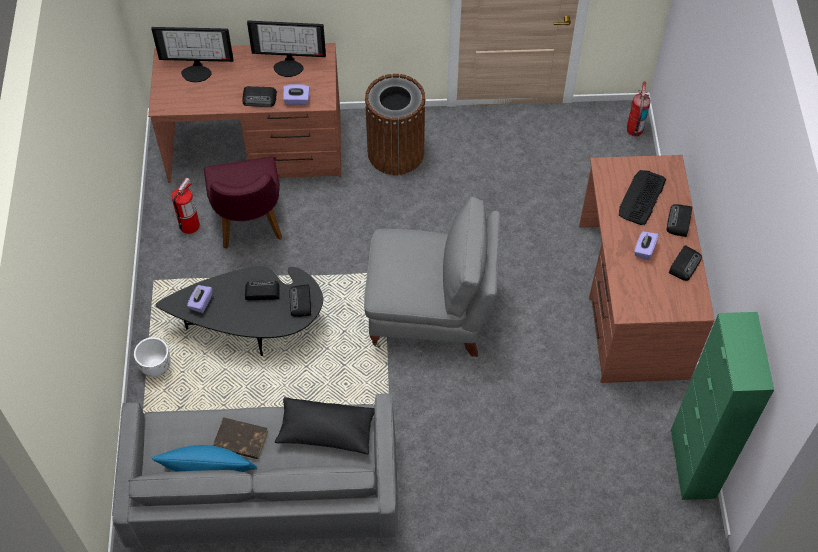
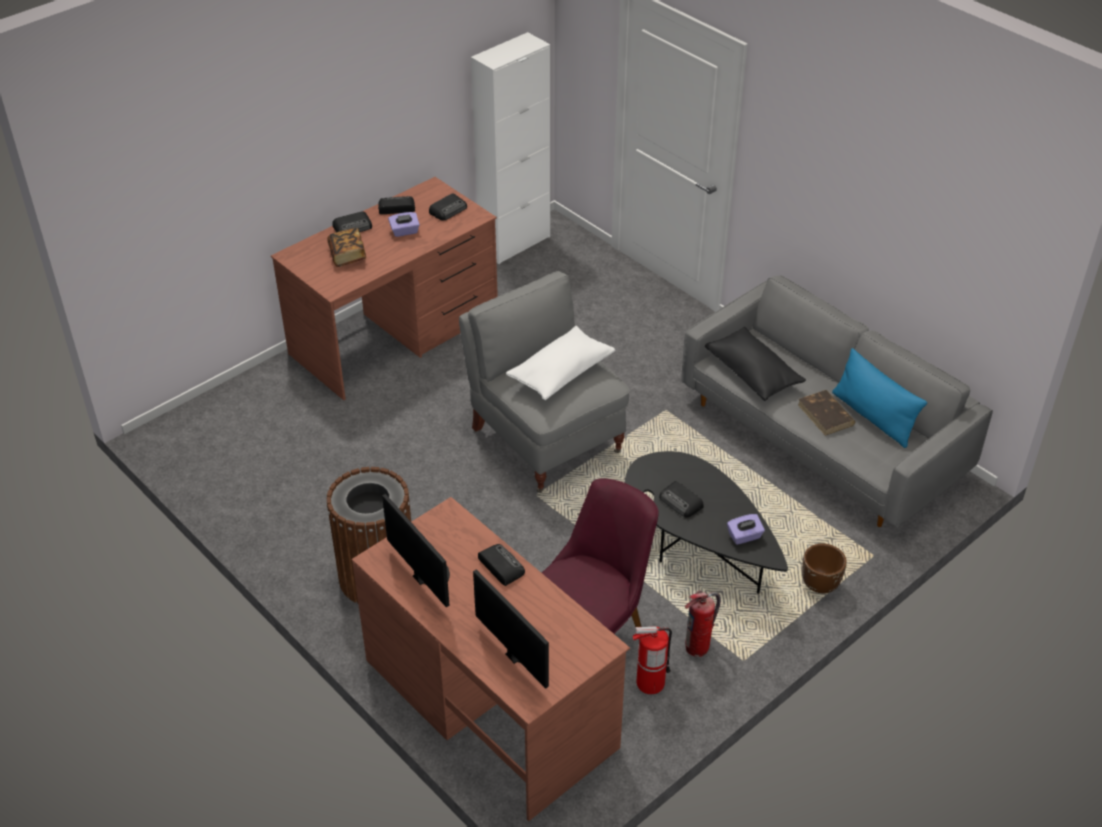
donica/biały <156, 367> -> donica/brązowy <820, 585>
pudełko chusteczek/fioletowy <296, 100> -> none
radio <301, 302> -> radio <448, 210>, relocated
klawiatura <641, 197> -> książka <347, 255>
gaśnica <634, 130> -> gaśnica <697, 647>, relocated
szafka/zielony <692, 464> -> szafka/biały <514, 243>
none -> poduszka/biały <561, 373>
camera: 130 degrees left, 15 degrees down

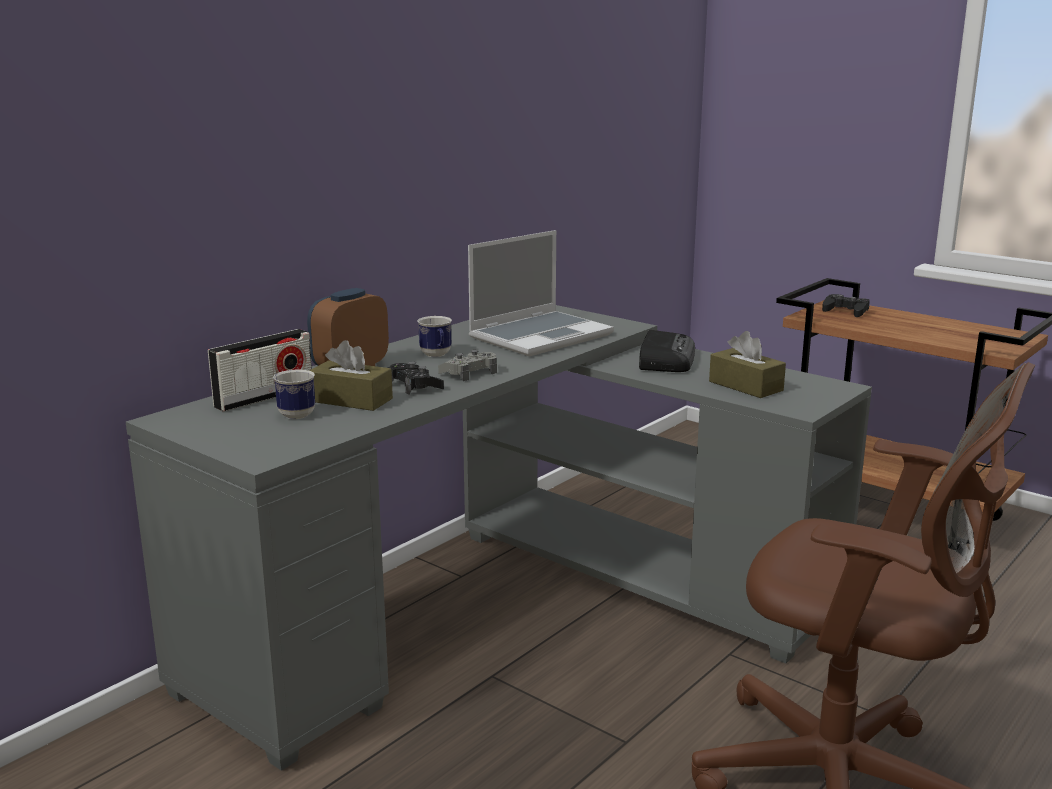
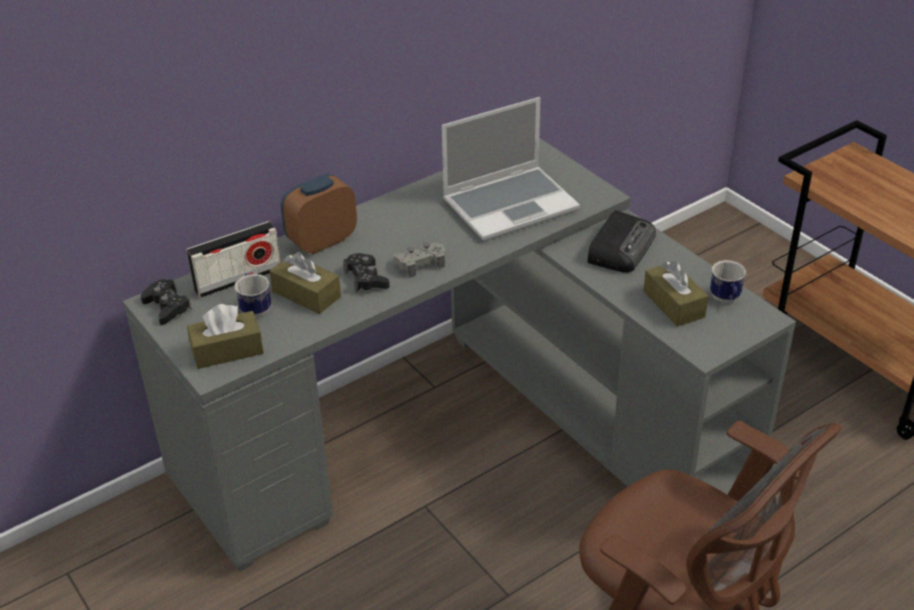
kubek <437, 355> -> kubek <726, 300>, relocated
pad do gier/czarny <846, 311> -> pad do gier/czarny <167, 307>, relocated
none -> pudełko chusteczek/brązowy <227, 350>
camera: 15 degrees right, 20 degrees up

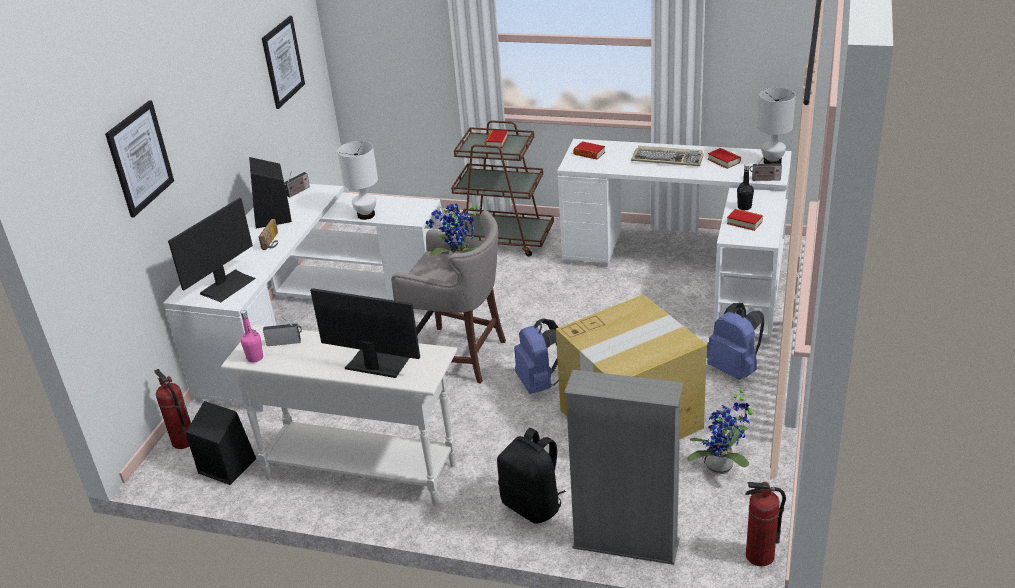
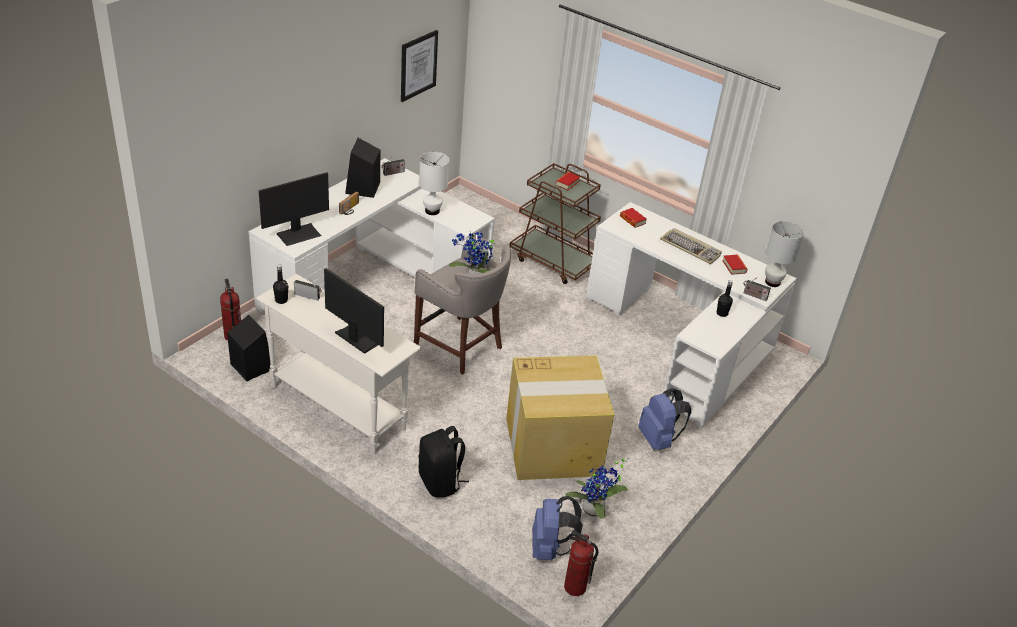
obraz <139, 158> -> none
butelka/różowy <255, 358> -> butelka/czarny <281, 300>
plecak/niebieski <540, 383> -> plecak/niebieski <550, 548>, relocated
regał/szary <625, 544> -> none
książka <744, 222> -> none
camera: 15 degrees right, 5 degrees up

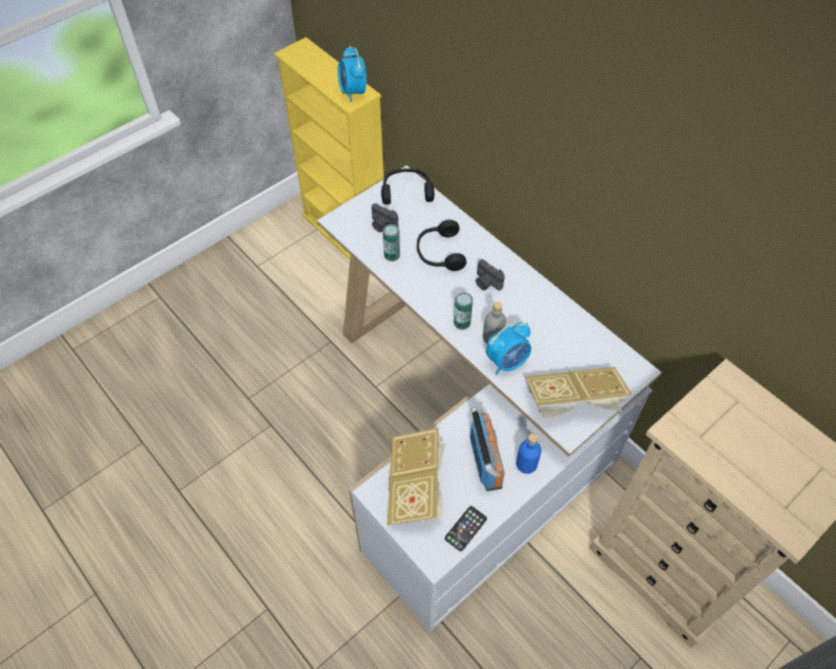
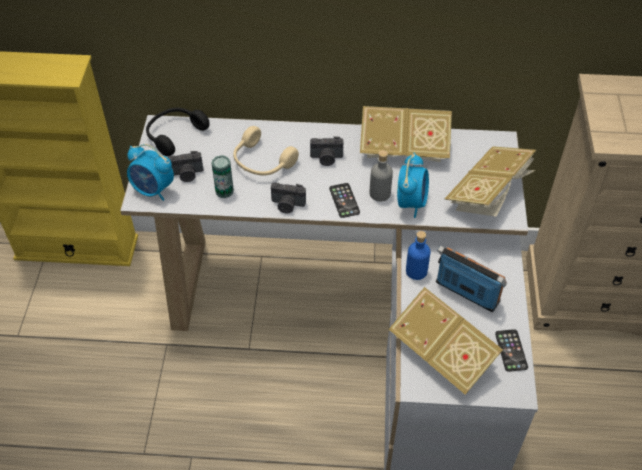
budzik <353, 92> -> budzik <153, 190>, relocated
słuchawki/czarny <439, 253> -> słuchawki/beżowy <261, 162>
puszka <462, 323> -> telefon <344, 200>
butelka/niebieski <526, 464> -> butelka/niebieski <416, 271>, relocated
none -> aparat fotograficzny <287, 205>
none -> książka <403, 149>
camera: 45 degrees left, 5 degrees down

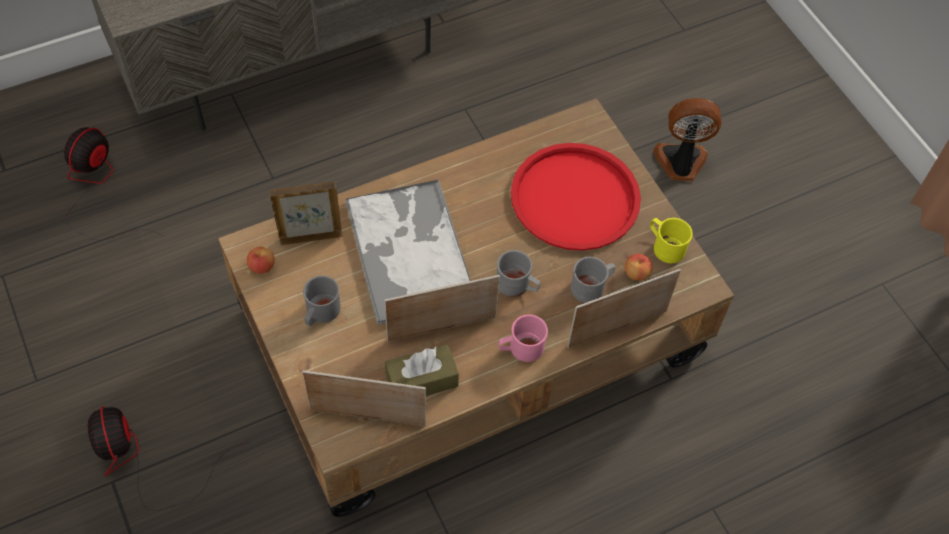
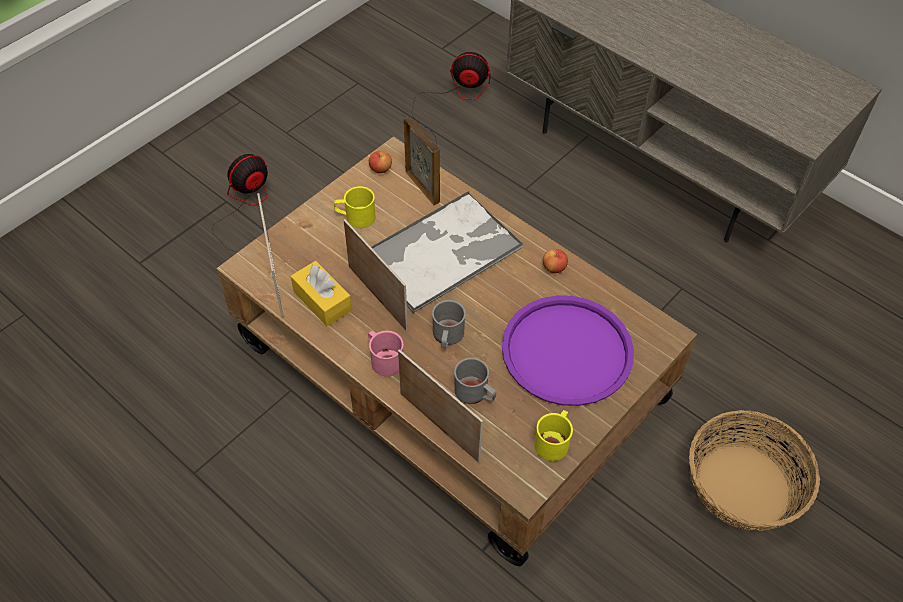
kubek/szary <320, 313> -> kubek/żółty <355, 217>
pudełko chusteczek/brązowy <421, 380> -> pudełko chusteczek/żółty <322, 301>
taca/czerwony <575, 198> -> taca/fioletowy <567, 351>
jabłko <636, 273> -> jabłko <554, 268>, relocated
wentylator <680, 163> -> koszyk <741, 486>
camera: 70 degrees right, 5 degrees down

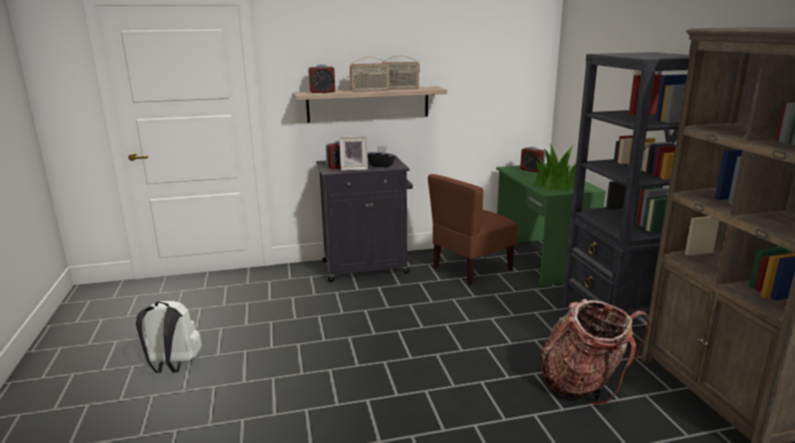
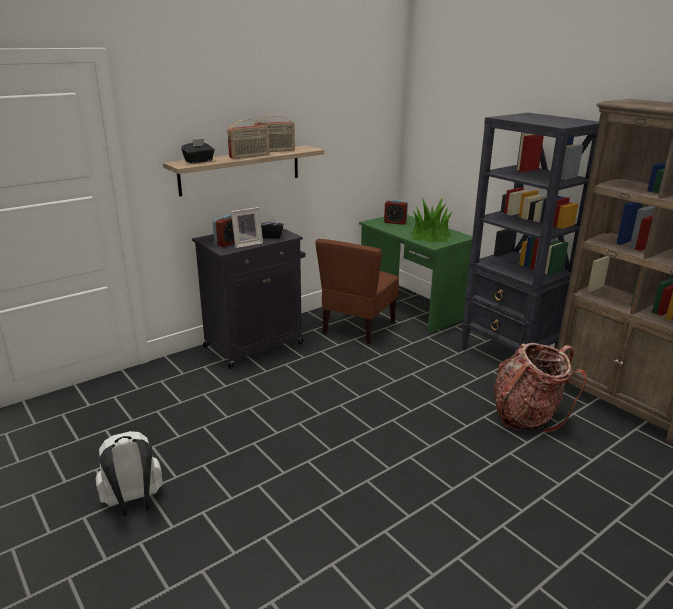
budzik <322, 92> -> pudełko chusteczek/czarny <199, 161>
camera: 25 degrees left, 5 degrees up

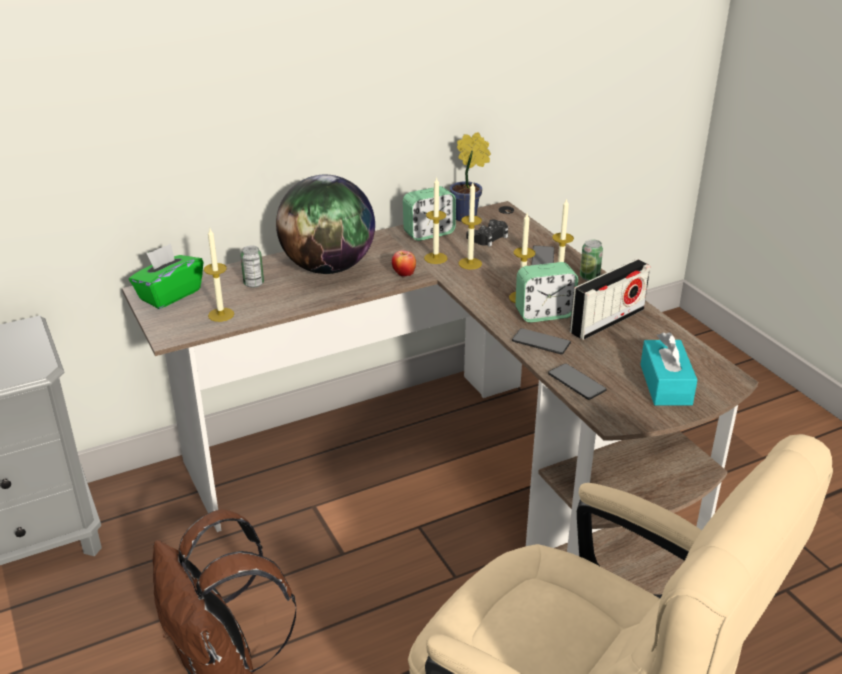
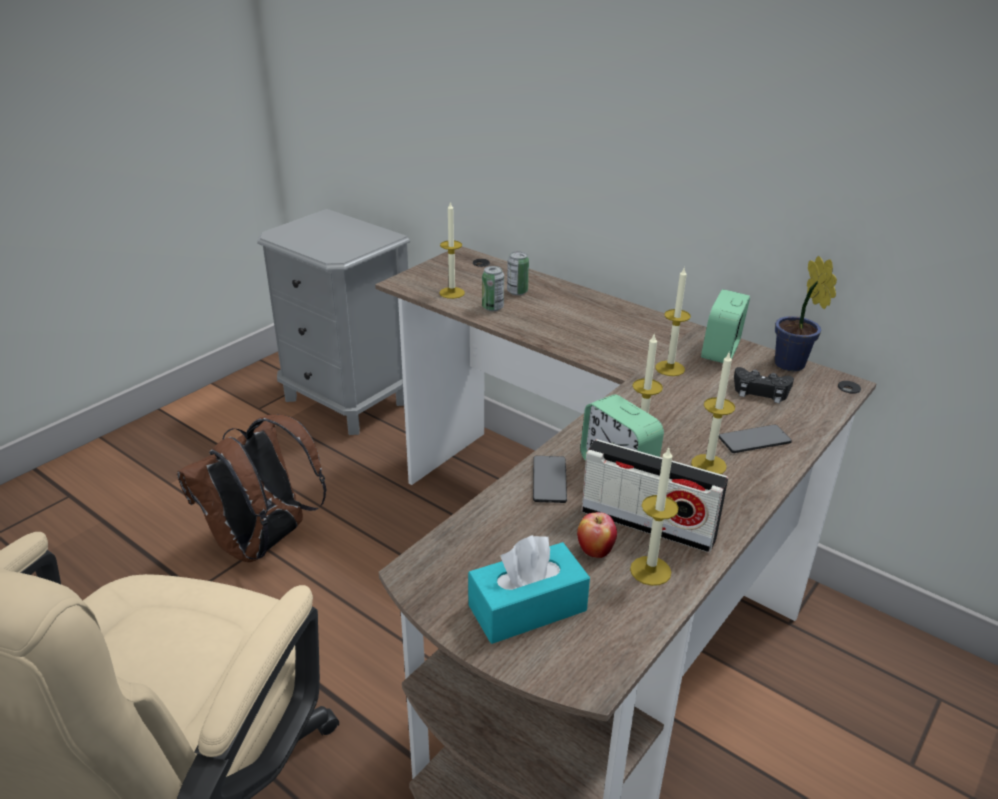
pudełko chusteczek/zielony <169, 294> -> none
globus <328, 267> -> none
jabłko <403, 275> -> jabłko <595, 550>, relocated
budzik <429, 233> -> budzik <721, 351>, 75 degrees clockwise
świeca <470, 263> -> świeca <650, 570>, relocated
telefon <576, 382> -> none
puszka <589, 277> -> puszka <492, 307>, relocated
camera: 65 degrees right, 0 degrees up

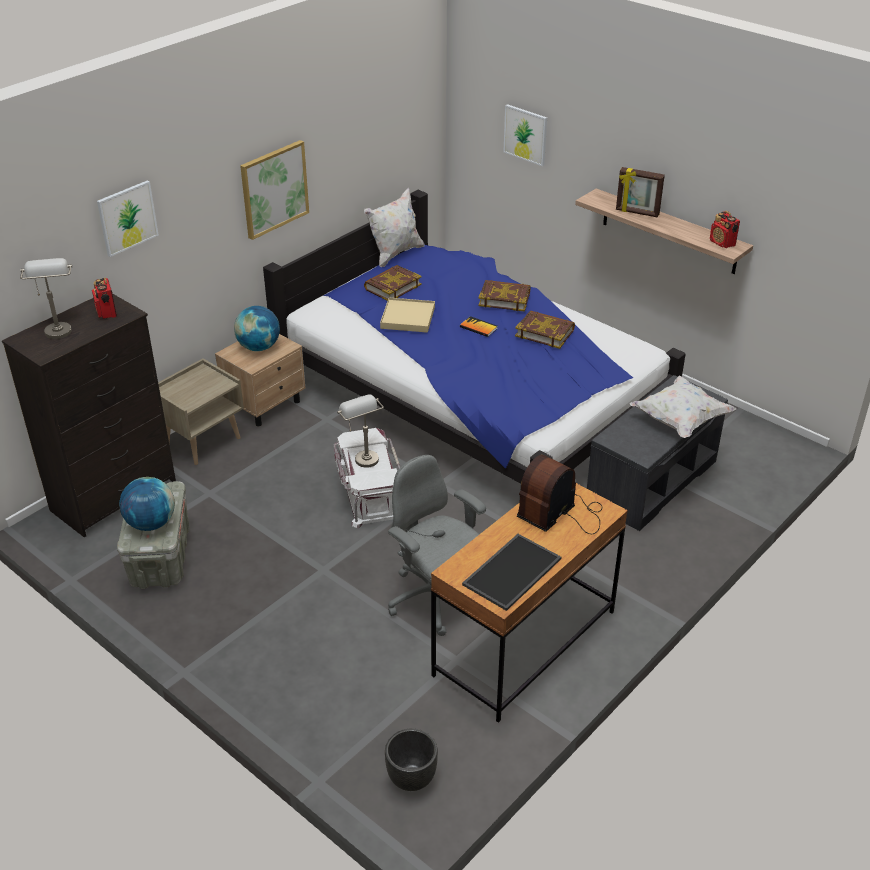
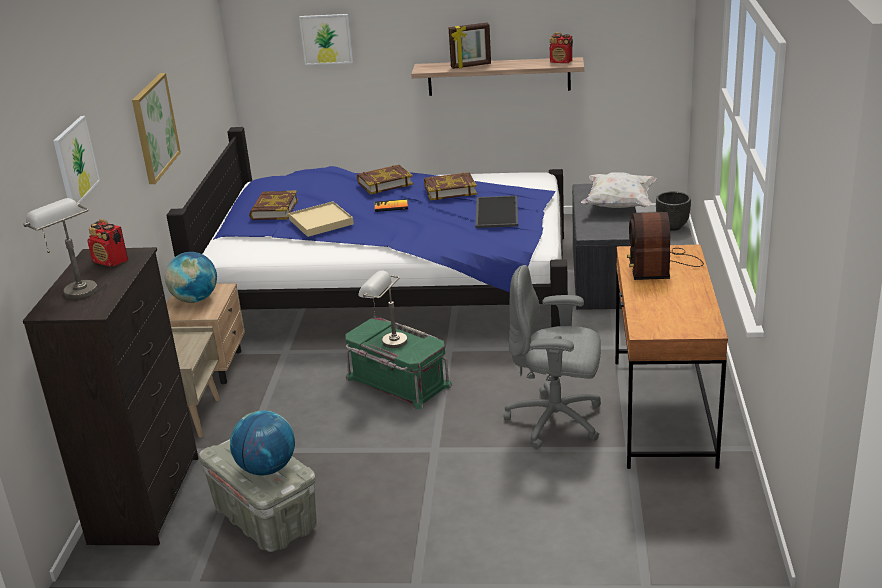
pojemnik do przechowywania/biały <368, 493> -> pojemnik do przechowywania/zielony <397, 382>
poduszka/biały <395, 254> -> none
donica/czarny <412, 779> -> donica/czarny <672, 226>, relocated
taca <511, 570> -> taca <495, 212>, relocated
camera: 35 degrees left, 10 degrees down

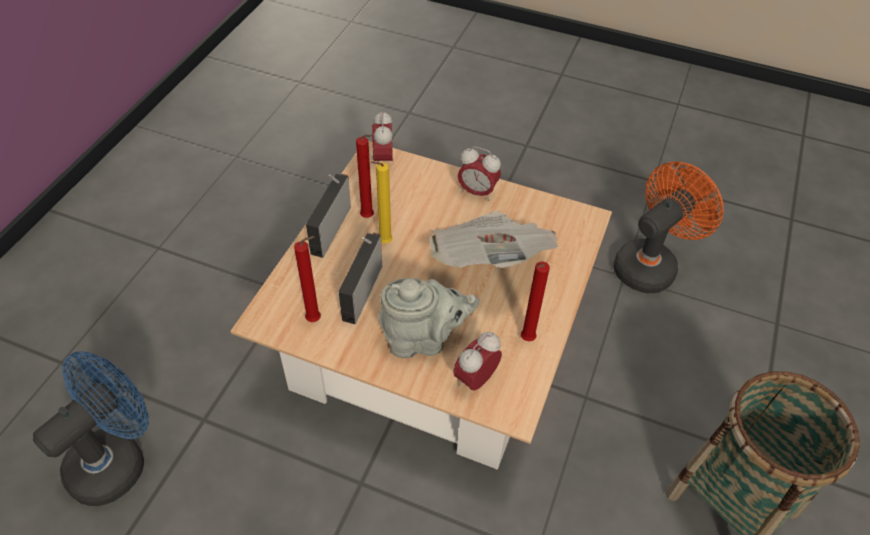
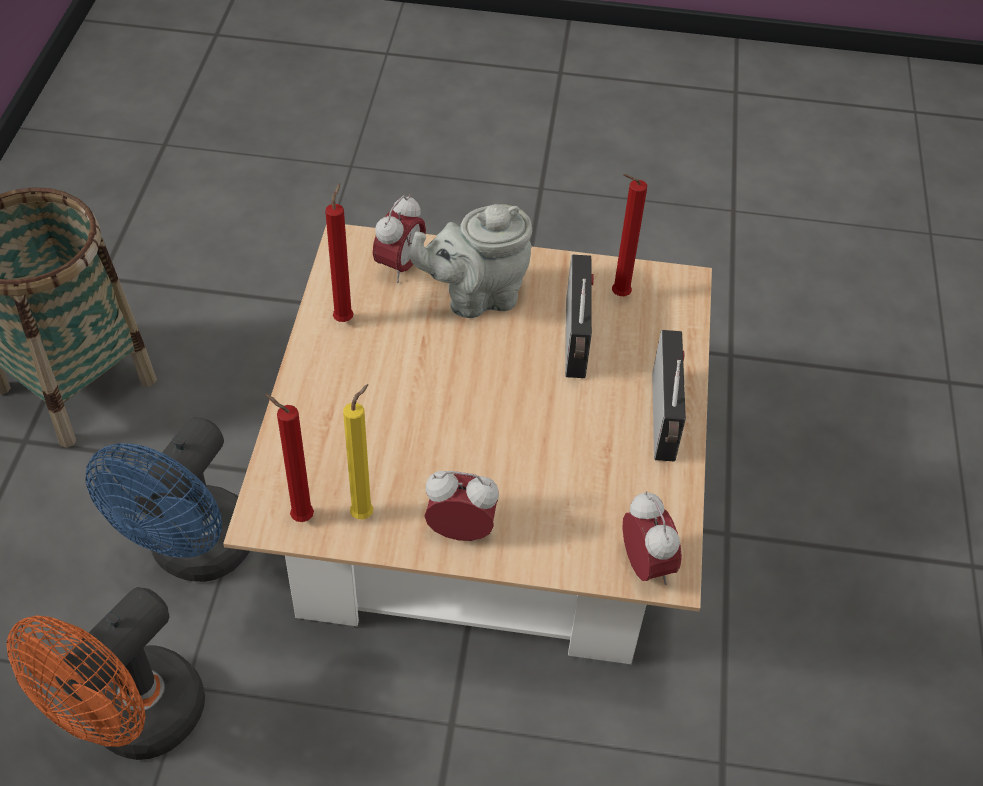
wentylator/niebieski <116, 459> -> wentylator/niebieski <194, 554>, relocated
świeca/czerwony <369, 218> -> świeca/czerwony <299, 516>, relocated
świeca/żółty <383, 243> -> świeca/żółty <365, 513>, relocated
gazeta <488, 261> -> none
camera: 165 degrees right, 0 degrees up

